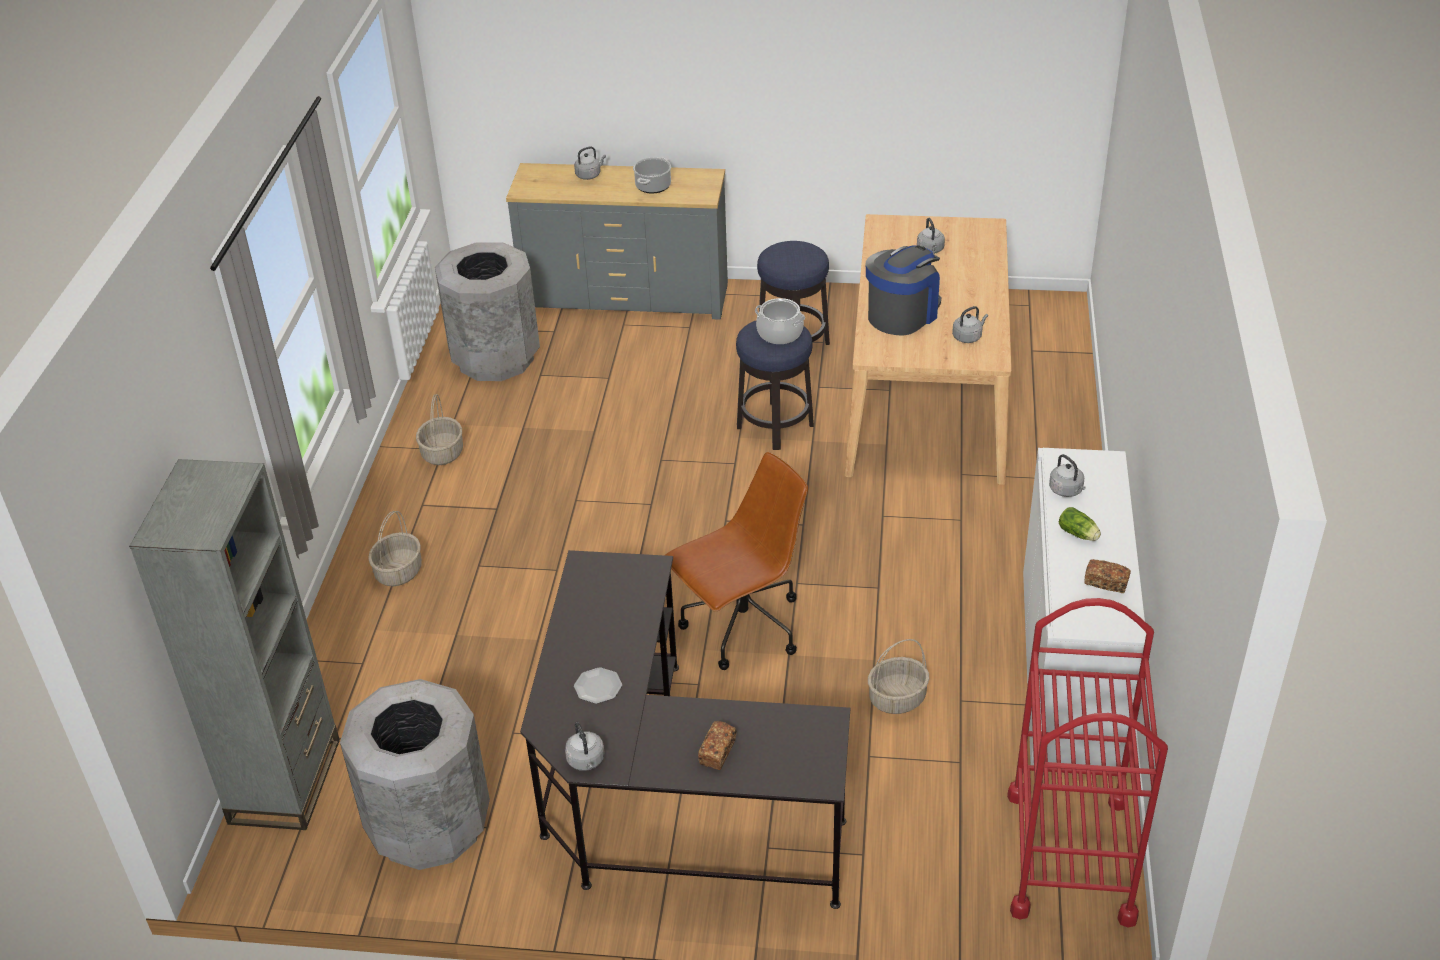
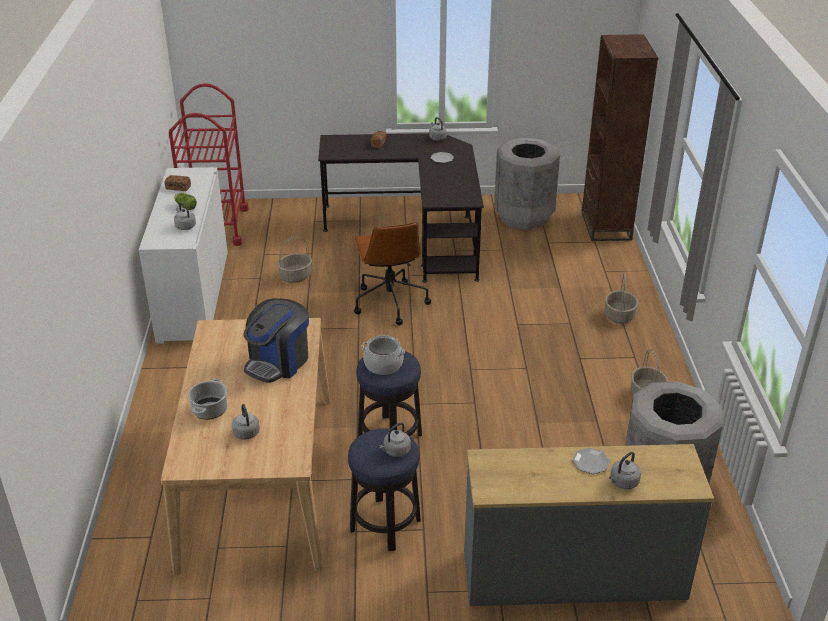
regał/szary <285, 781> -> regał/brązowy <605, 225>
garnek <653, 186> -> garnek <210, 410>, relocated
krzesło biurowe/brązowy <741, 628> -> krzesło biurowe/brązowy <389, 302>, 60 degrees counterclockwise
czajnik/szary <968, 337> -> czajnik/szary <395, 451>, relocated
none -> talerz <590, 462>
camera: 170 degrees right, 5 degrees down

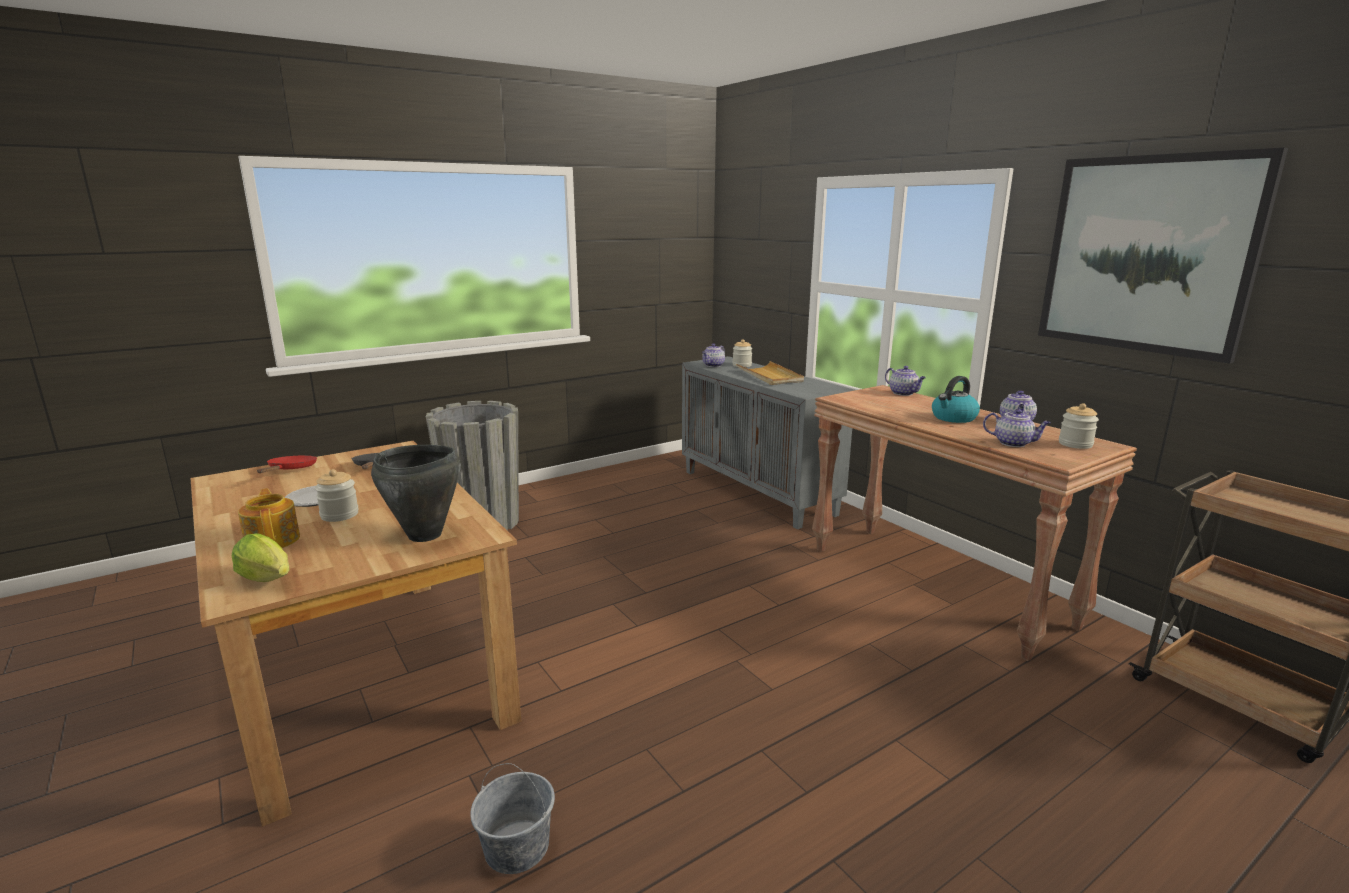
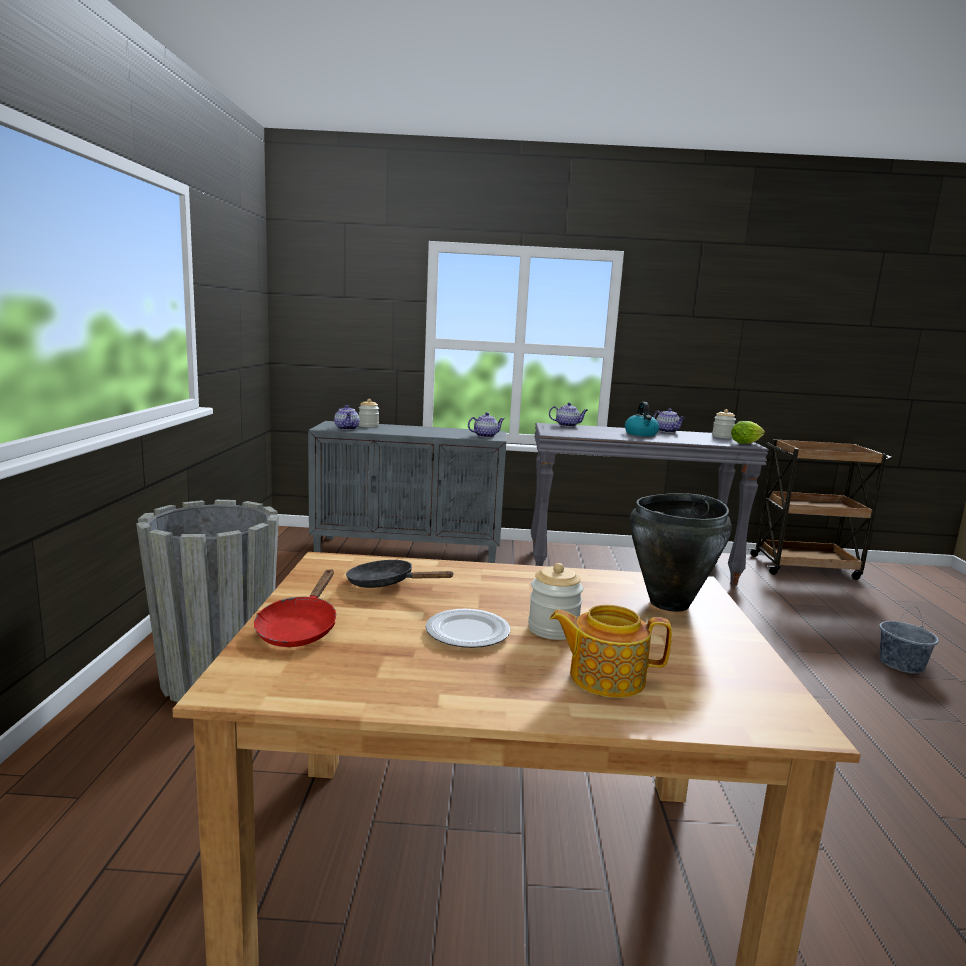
sałata <268, 580> -> sałata <747, 443>, relocated
patelnia/czerwony <290, 470> -> patelnia/czerwony <299, 628>, 120 degrees counterclockwise
wiadro/szary <516, 847> -> wiadro/szary <901, 664>, relocated
taca/beżowy <769, 376> -> none
stolik konsolowy/brązowy <937, 585> -> stolik konsolowy/szary <630, 567>
imbryk <1013, 443> -> imbryk <485, 436>, relocated
obraz <1147, 254> -> none
camera: 55 degrees left, 5 degrees down

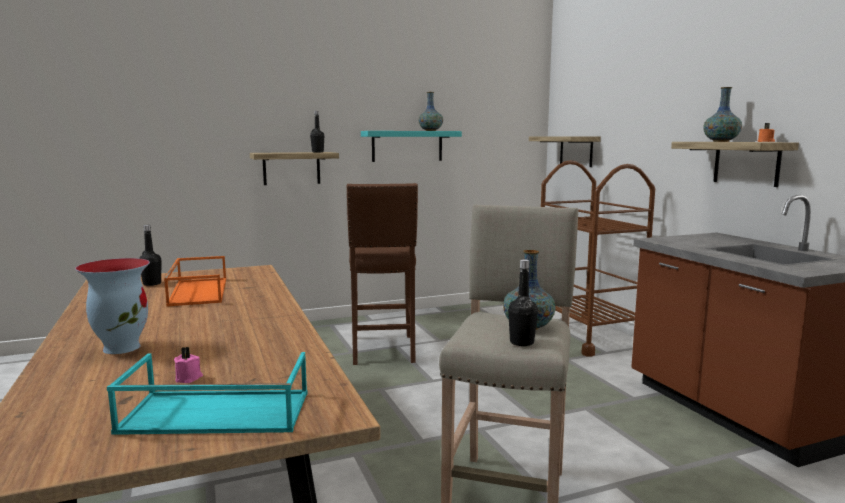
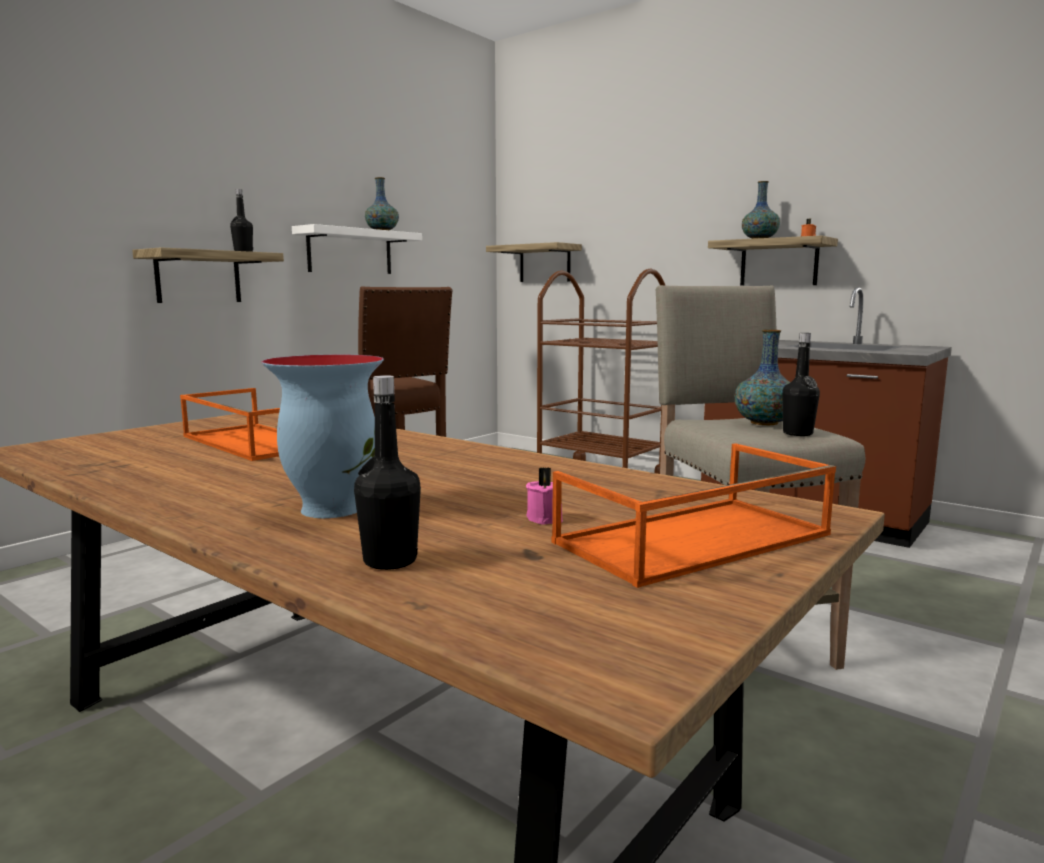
taca/turkusowy <214, 413> -> taca/pomarańczowy <693, 540>
butelka/czarny <152, 284> -> butelka/czarny <390, 561>, relocated
półka/turkusowy <407, 146> -> półka/biały <350, 251>
camera: 30 degrees left, 0 degrees up

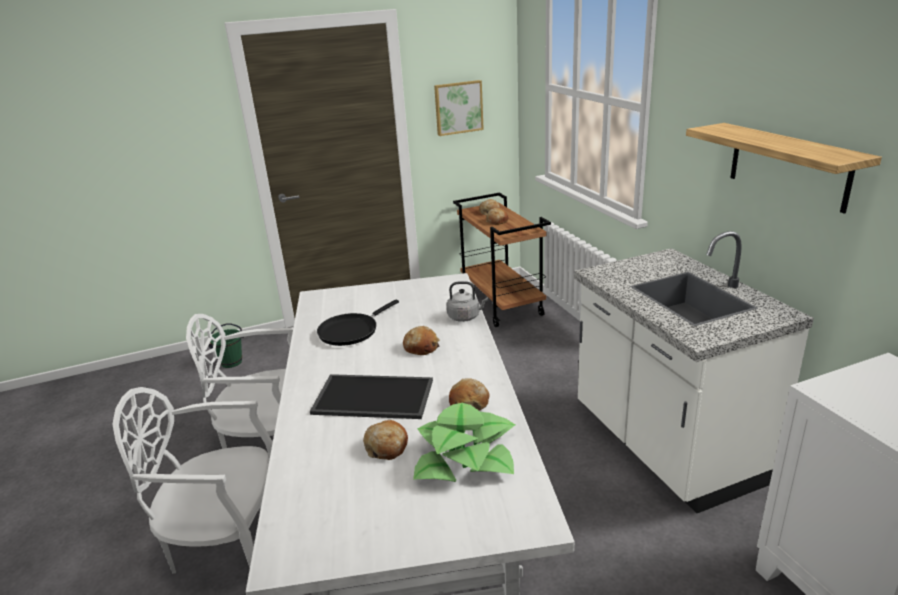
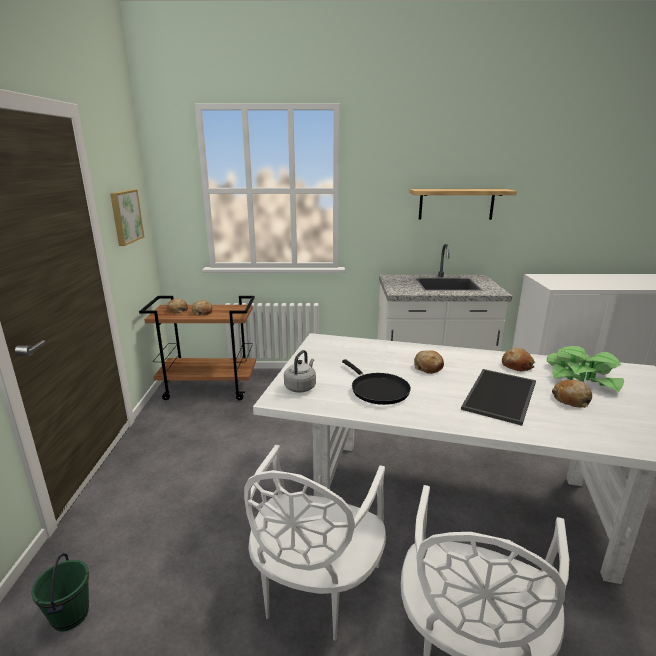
czajnik/szary <465, 317> -> czajnik/szary <301, 387>, relocated
camera: 70 degrees left, 5 degrees down

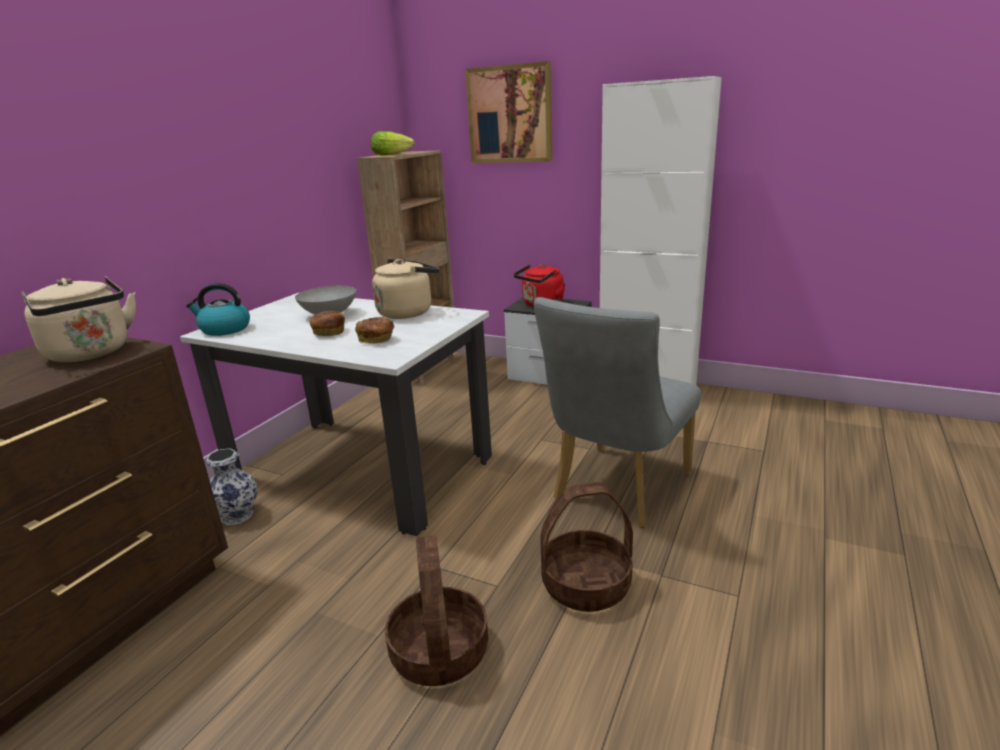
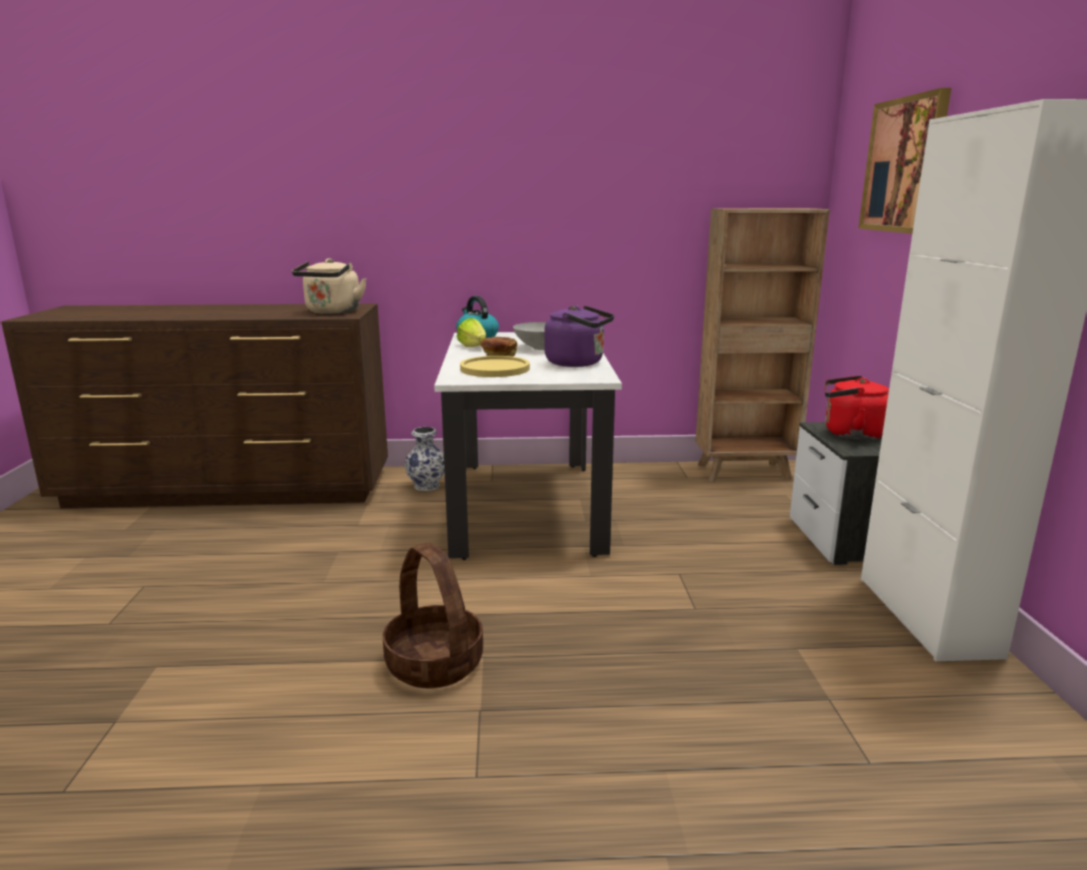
chleb <376, 340> -> talerz/żółty <494, 369>
sałata <394, 154> -> sałata <473, 347>, relocated
czajnik/beżowy <408, 312> -> czajnik/fioletowy <578, 363>
koszyk <438, 651> -> none
krzesło/szary <616, 491> -> none
camera: 60 degrees right, 5 degrees down

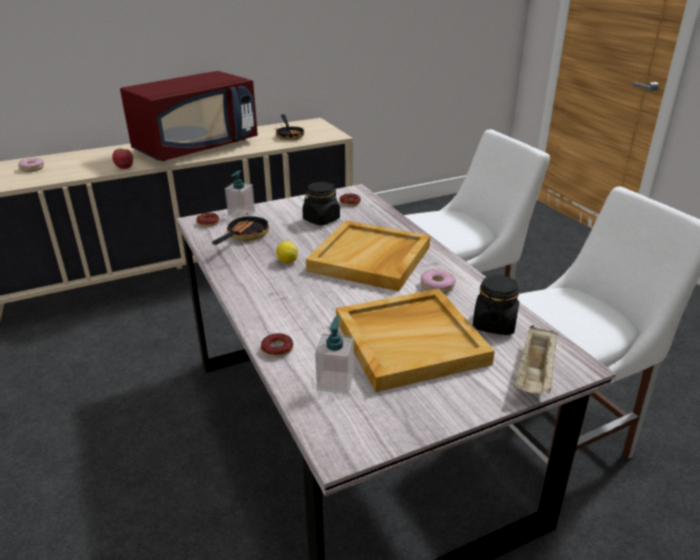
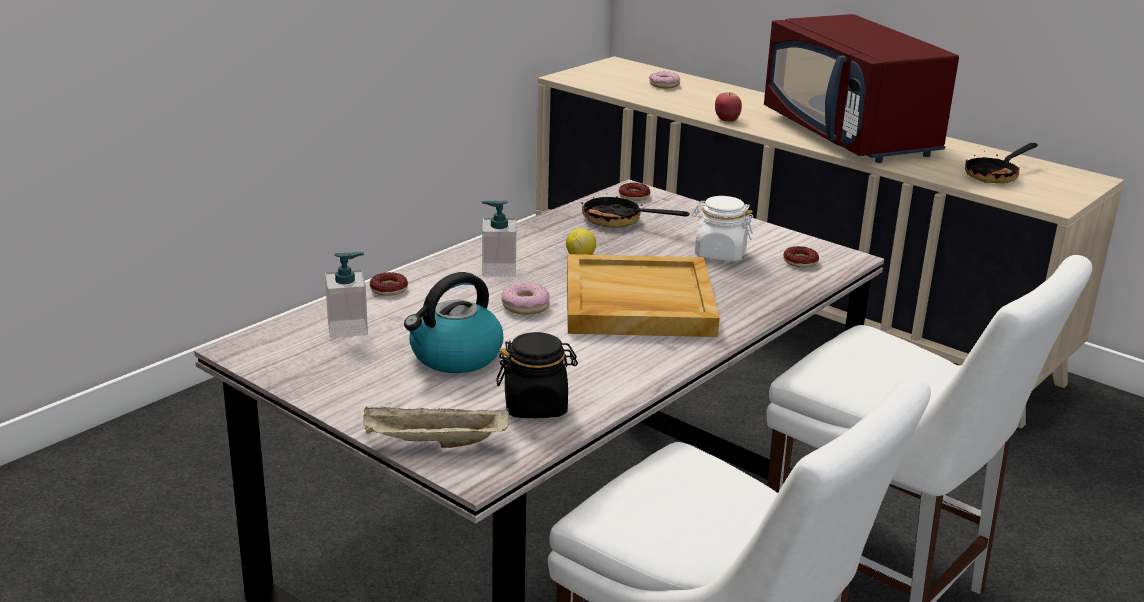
mikrofalówka/czerwony <197, 147> -> mikrofalówka/czerwony <850, 136>, 45 degrees clockwise
patelnia <244, 236> -> patelnia <620, 221>, 150 degrees counterclockwise
dozownik mydła <241, 214> -> dozownik mydła <498, 270>, relocated
słoik/czarny <321, 220> -> słoik/biały <719, 254>
taca/beżowy <410, 341> -> czajnik <455, 357>
donut <437, 286> -> donut <525, 306>, relocated
camera: 65 degrees right, 5 degrees down

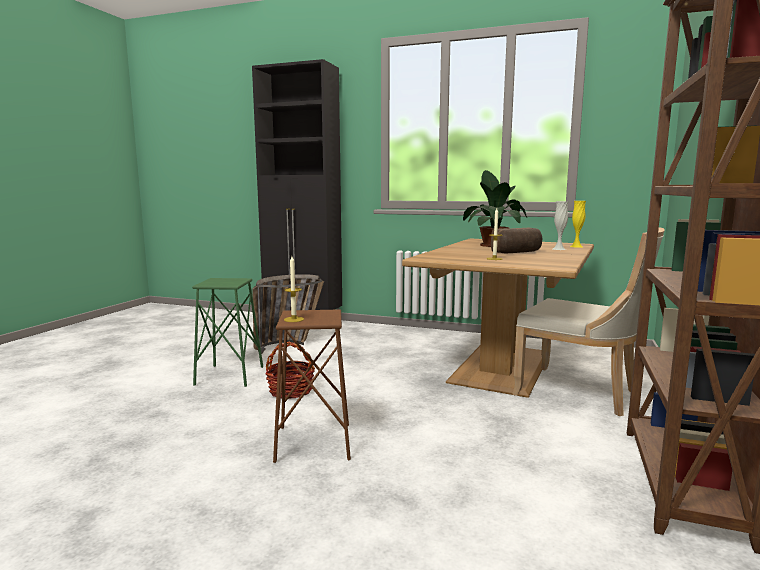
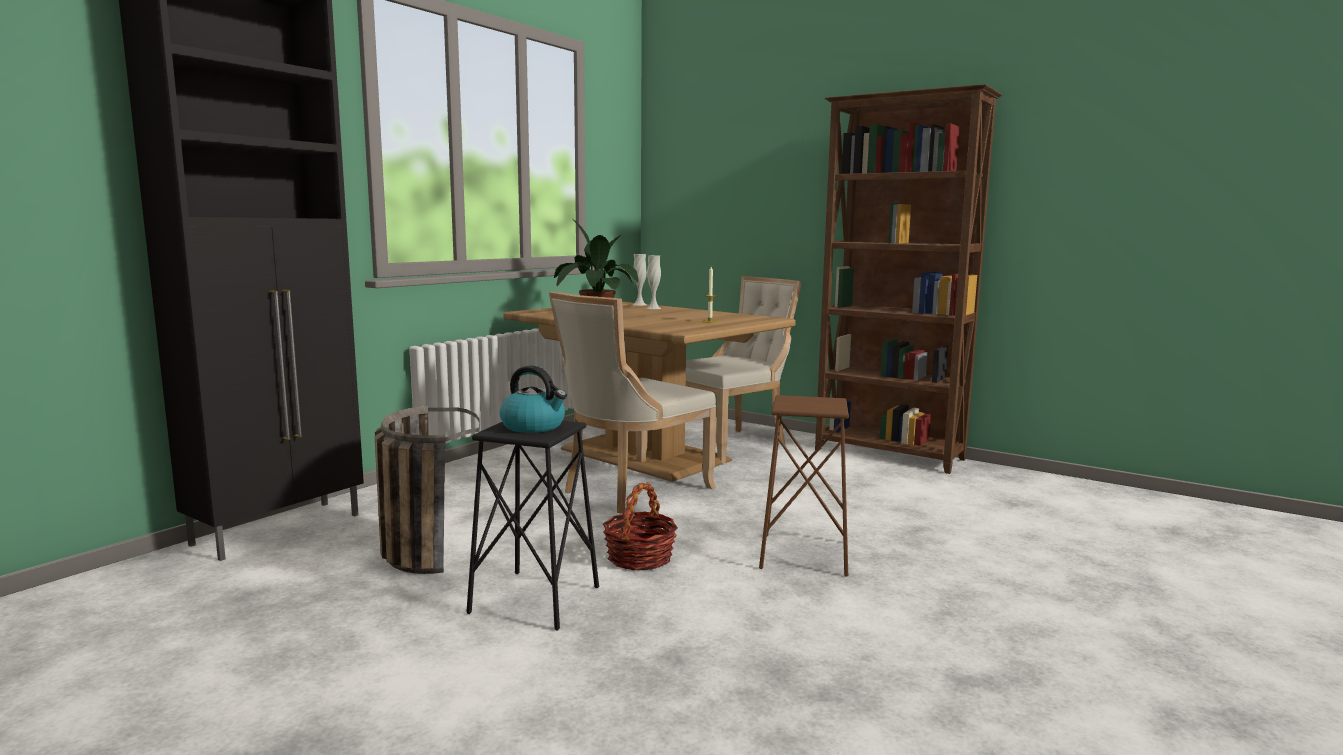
stołek/zielony <230, 375> -> stołek/czarny <535, 599>
świeca <294, 319> -> none
chleb <518, 252> -> none
wazon/żółty <576, 246> -> wazon/biały <639, 304>
none -> czajnik <534, 426>
none -> krzesło/beżowy <631, 490>
camera: 75 degrees left, 0 degrees up

